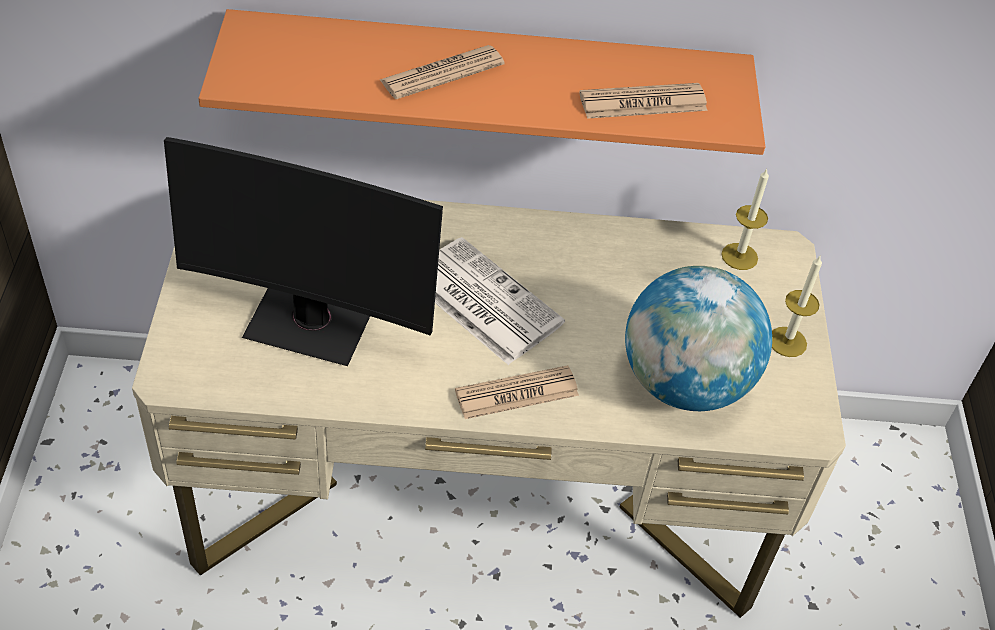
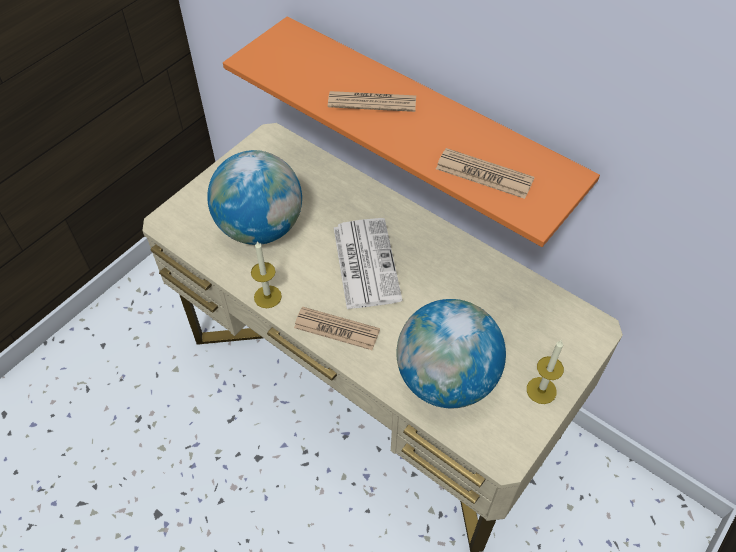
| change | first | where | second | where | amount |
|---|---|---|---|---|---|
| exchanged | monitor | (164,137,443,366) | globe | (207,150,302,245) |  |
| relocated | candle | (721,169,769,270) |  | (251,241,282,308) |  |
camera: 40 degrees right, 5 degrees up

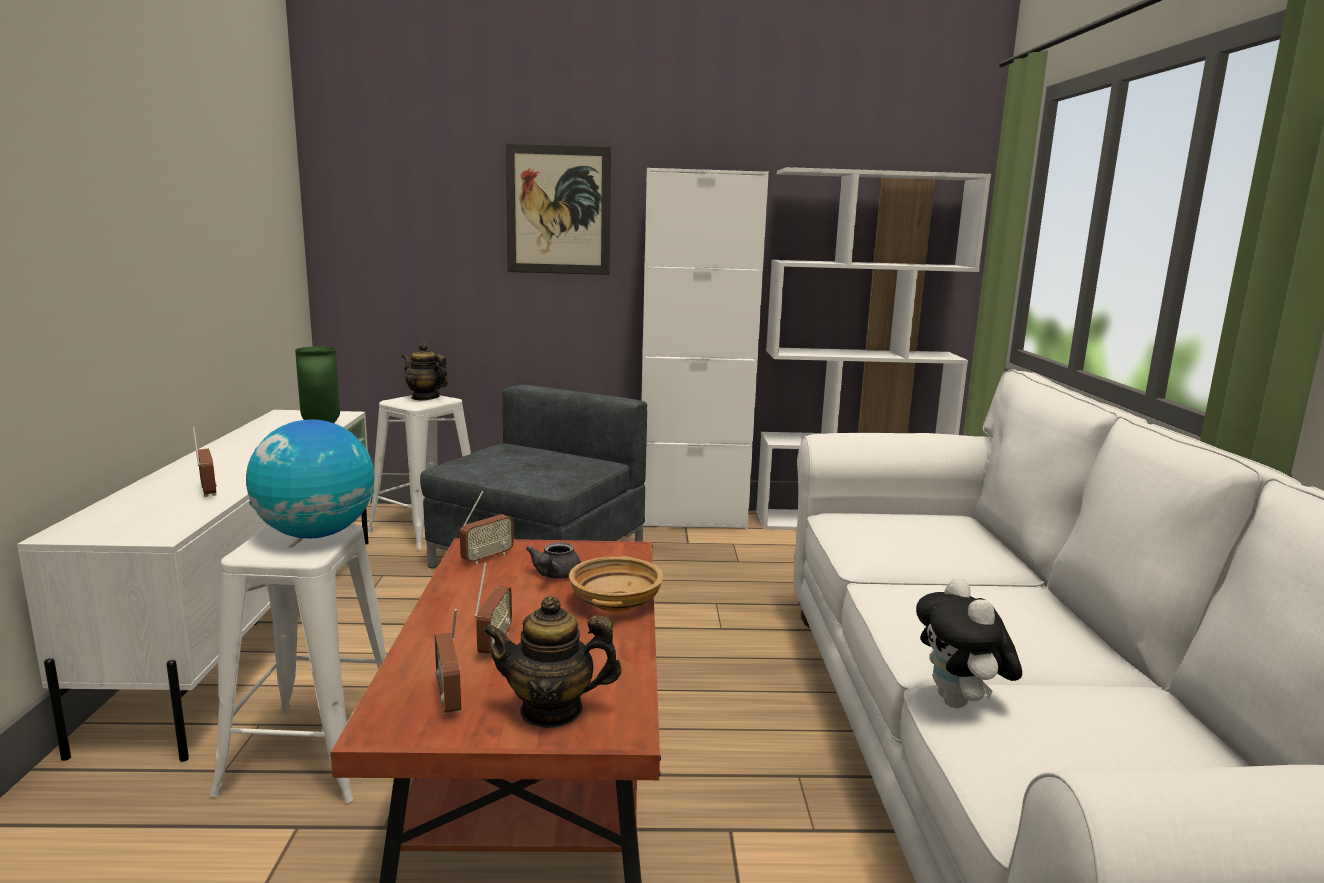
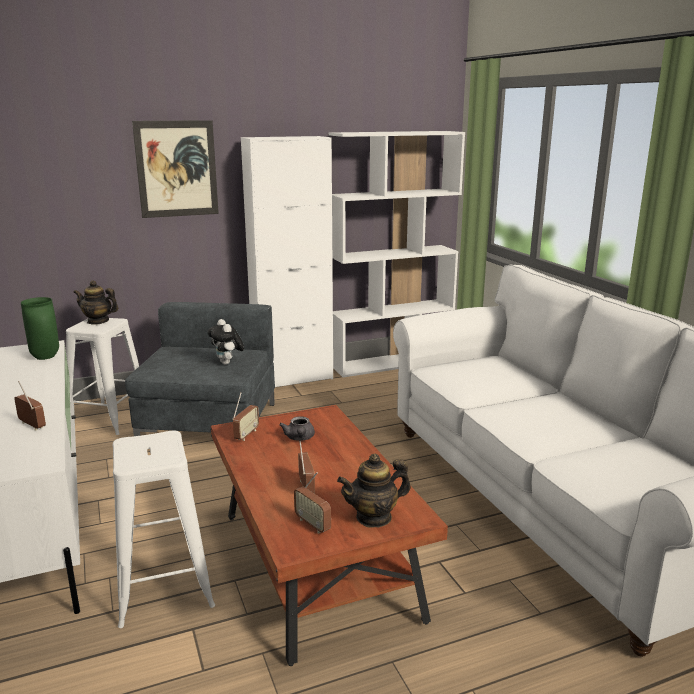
| change | first | where | second | where | amount |
|---|---|---|---|---|---|
| relocated | plush toy | (916,578,1022,708) |  | (208,319,244,365) |  |
| missing | globe | (246,420,375,538) |  |  |  |
| missing | beige bowl | (569,556,664,612) |  |  |  |
camera: 20 degrees left, 5 degrees up

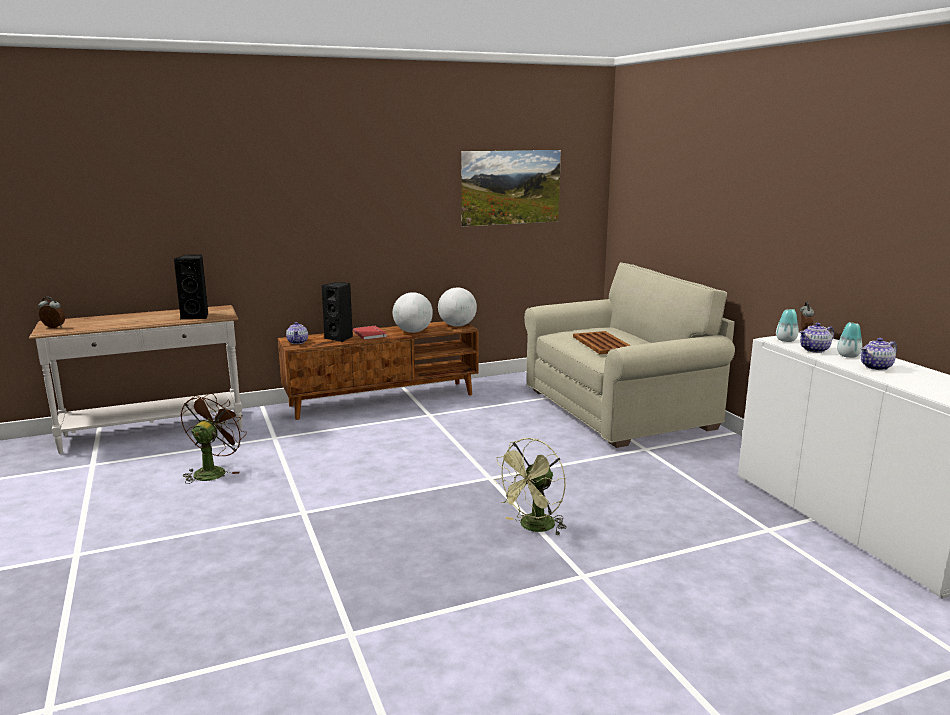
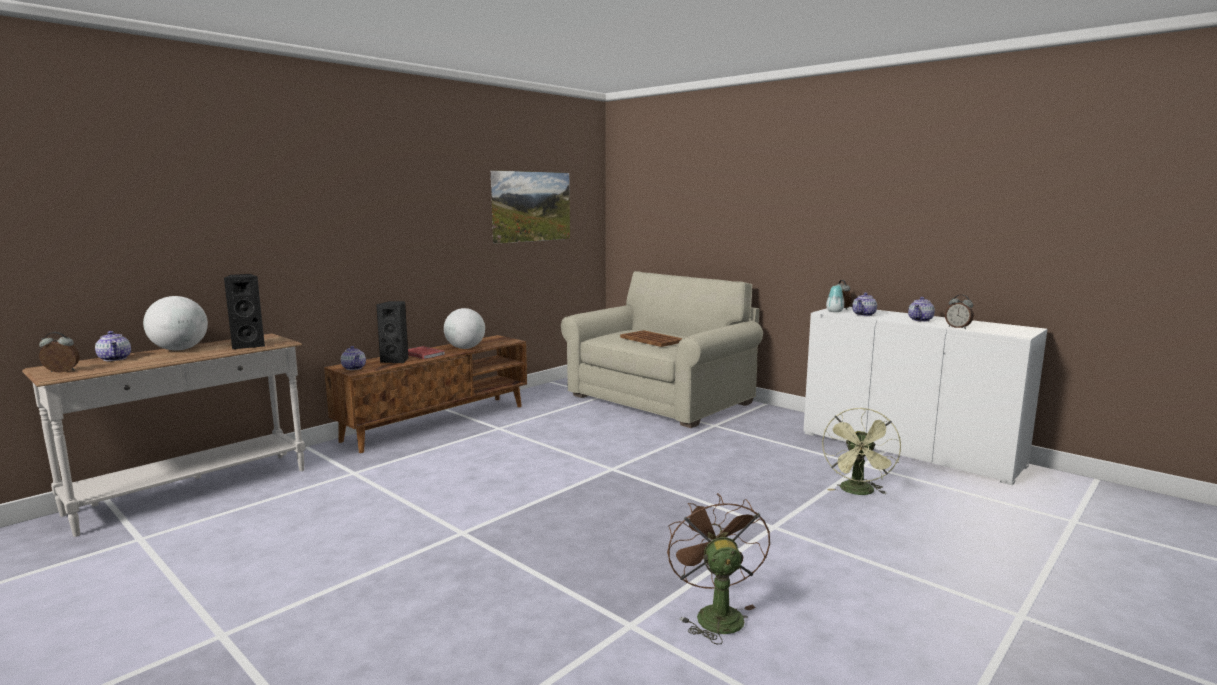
| change | first | where | second | where | amount |
|---|---|---|---|---|---|
| appeared |  |  | teapot | (95,331,131,361) |  |
| relocated | globe | (438,287,477,327) |  | (143,296,208,351) |  |
| relocated | brown fan | (181,392,247,484) |  | (667,493,770,644) |  |
| relocated | green fan | (493,438,567,536) |  | (822,408,901,495) |  |
| appeared |  |  | alarm clock | (945,294,974,329) |  |
| missing | vase | (837,322,862,358) |  |  |  |
camera: 25 degrees left, 5 degrees down

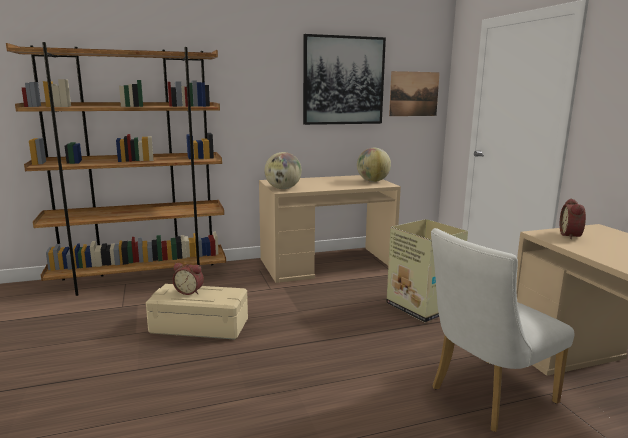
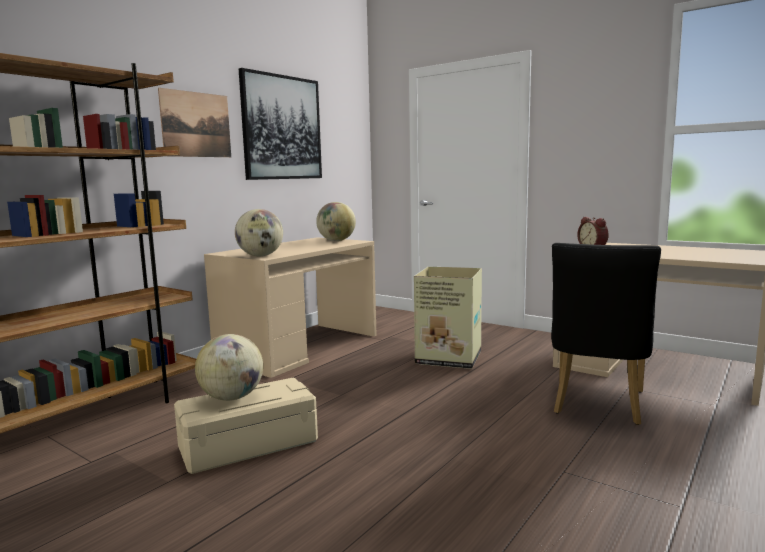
| change | first | where | second | where | amount |
|---|---|---|---|---|---|
| relocated | picture | (389,71,440,116) |  | (158,88,231,157) |  |
| exchanged | alarm clock | (172,263,204,295) | globe | (195,334,263,401) |  |
| colour | white chair | (431,228,575,432) | black chair | (551,243,661,425) |  |
camera: 35 degrees left, 5 degrees down

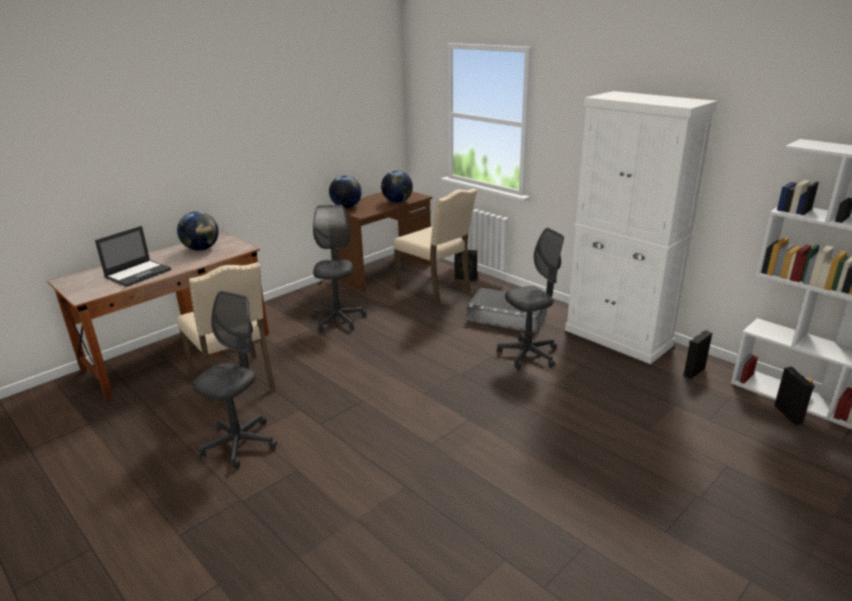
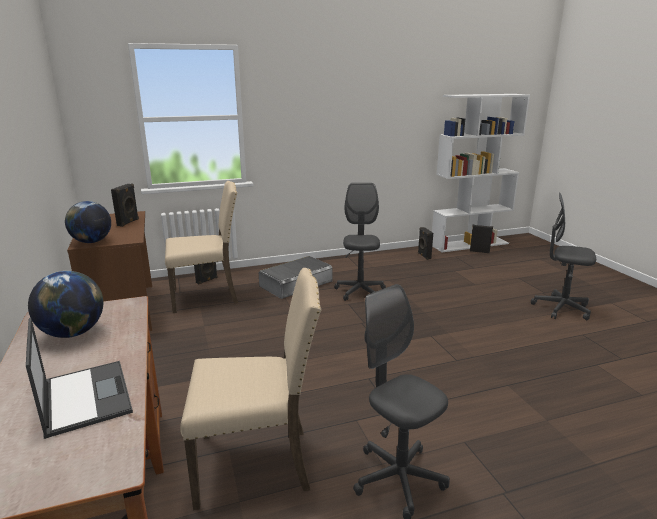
| change | first | where | second | where | amount |
|---|---|---|---|---|---|
| exchanged | globe | (381,170,413,203) | black speaker | (111,184,139,227) |  |
| relocated | grey office chair | (311,205,366,332) |  | (531,193,596,320) |  |
| missing | white cabinet | (565,91,718,364) |  |  |  |
camera: 65 degrees left, 5 degrees down

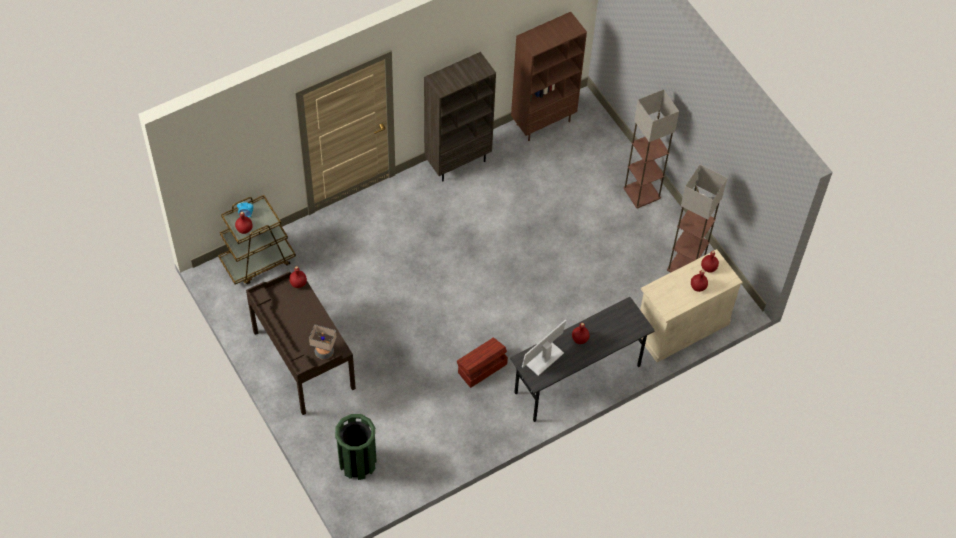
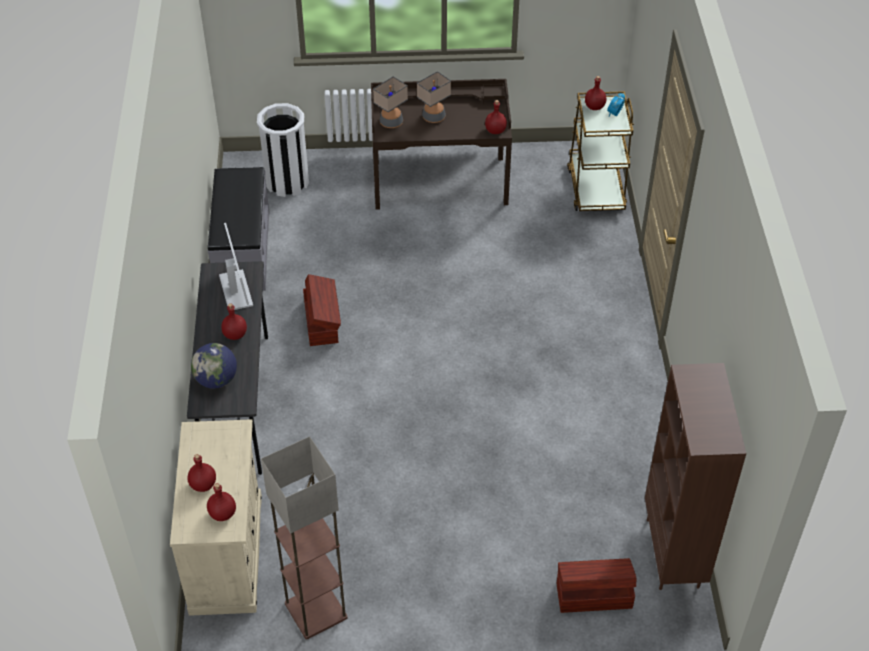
| change | first | where | second | where | amount |
|---|---|---|---|---|---|
| appeared |  |  | globe | (191,343,237,389) |  |
| appeared |  |  | grey bench | (208,167,270,291) |  |
| colour | green trash can | (335,414,377,480) | white trash can | (257,103,309,197) |  |
| appeared |  |  | table lamp | (417,71,451,123) |  |
| appeared |  |  | brown storage box | (557,558,636,613) |  |
| missing | brown bookcase | (424,52,496,181) |  |  |  |
| missing | floor lamp | (624,90,679,208) |  |  |  |
camera: 120 degrees right, 10 degrees down

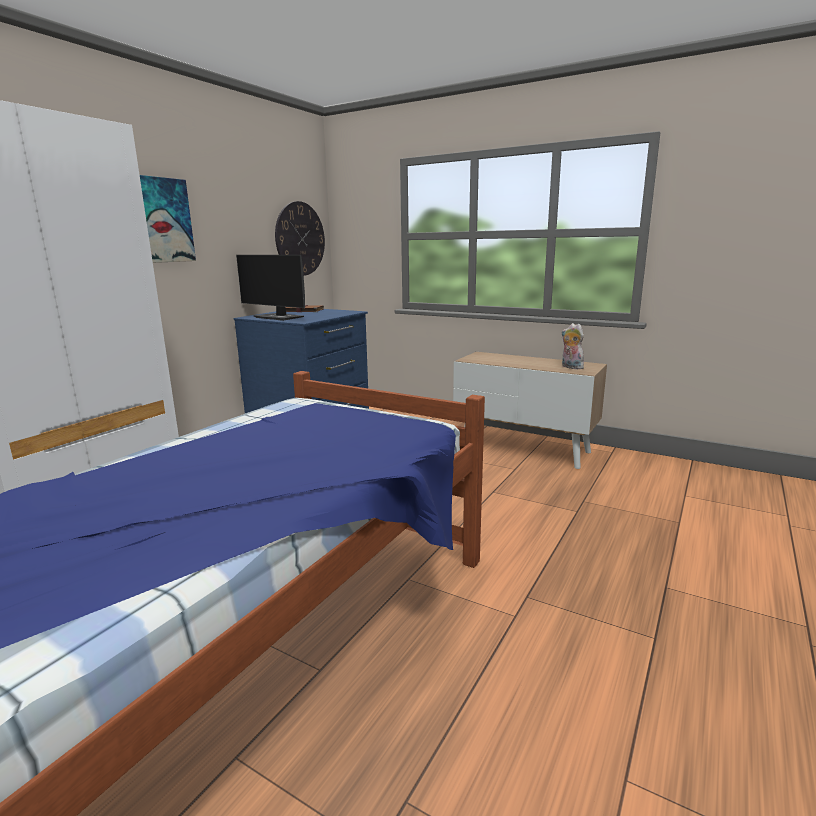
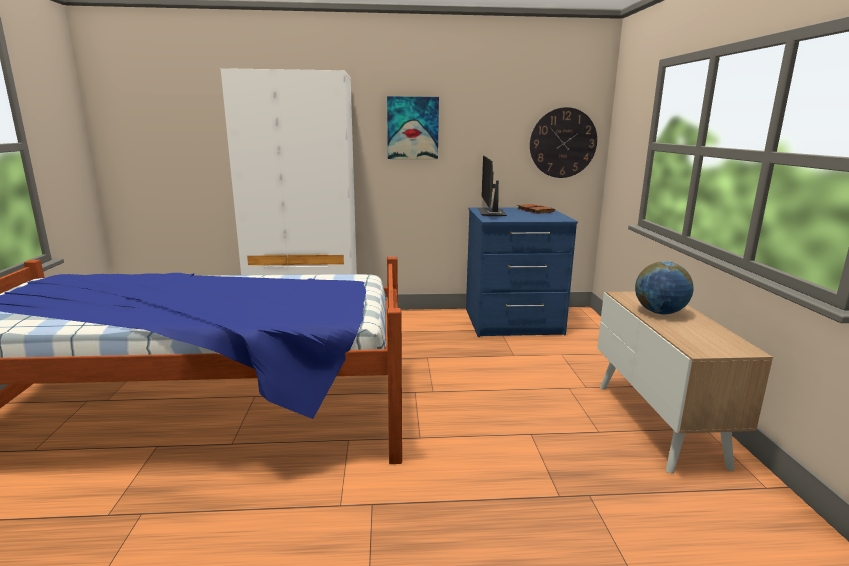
| change | first | where | second | where | amount |
|---|---|---|---|---|---|
| appeared |  |  | globe | (635,261,694,314) |  |
| missing | plush toy | (562,323,584,369) |  |  |  |
camera: 55 degrees right, 0 degrees up

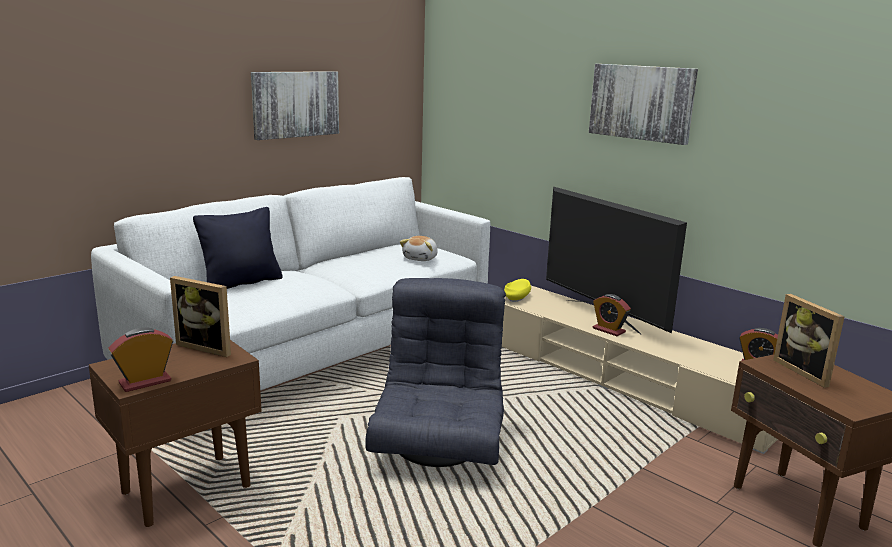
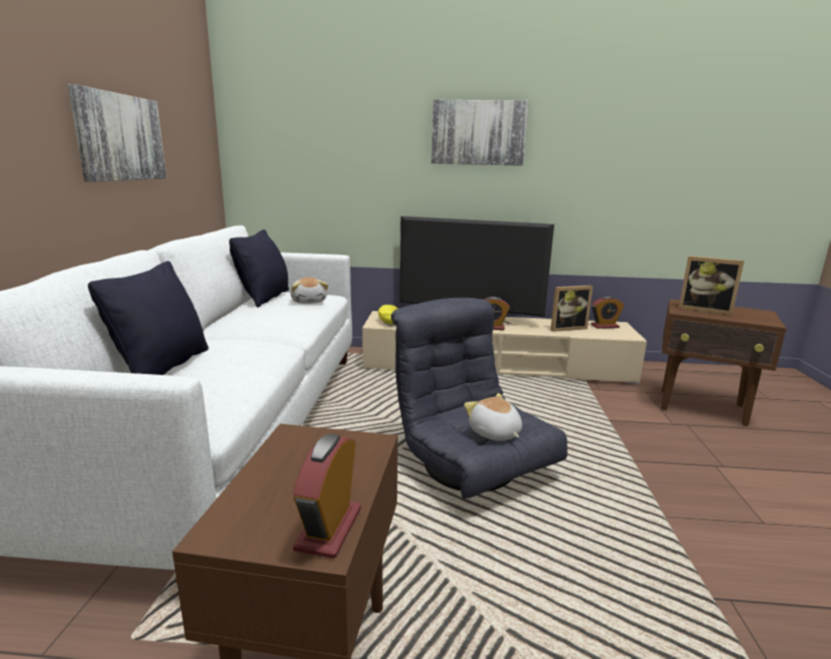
| change | first | where | second | where | amount |
|---|---|---|---|---|---|
| appeared |  |  | black pillow | (229,229,289,307) |  |
| appeared |  |  | plush toy | (464,393,522,441) |  |
| relocated | picture frame | (170,276,231,357) |  | (550,285,593,332) |  |
camera: 40 degrees left, 0 degrees up

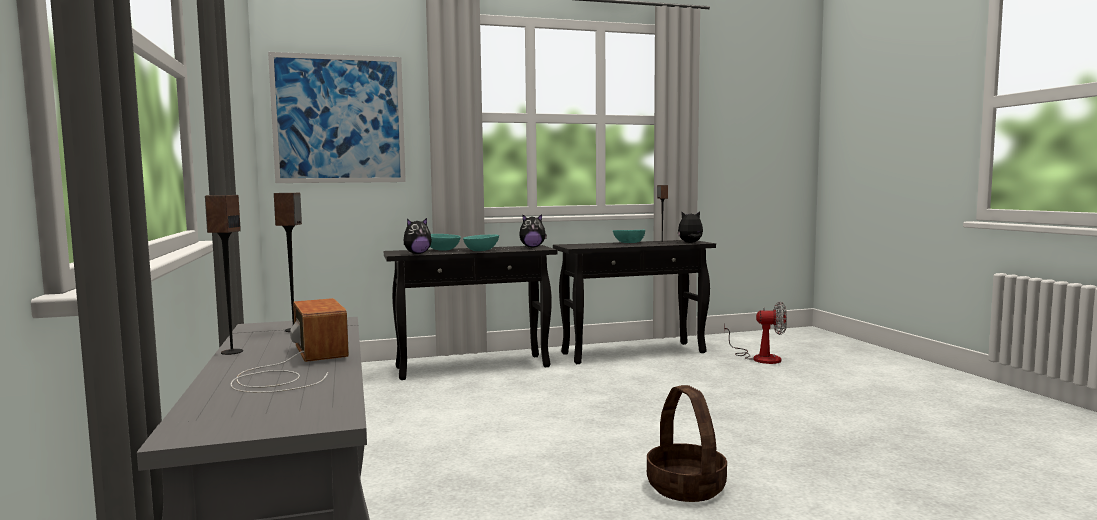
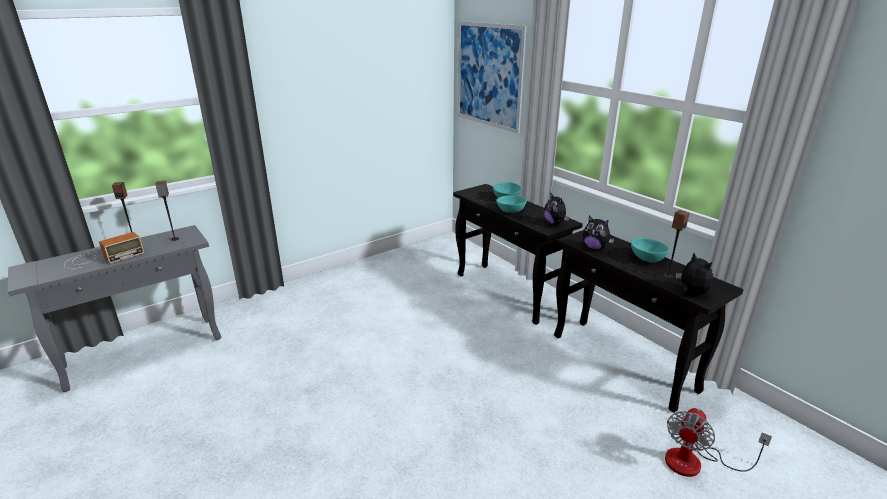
| change | first | where | second | where | amount |
|---|---|---|---|---|---|
| relocated | plush toy | (403,218,432,254) |  | (583,216,614,250) |  |
| spun | fan | (724,301,787,364) |  | (665,408,772,477) | 45 degrees clockwise |
| missing | basket | (647,385,727,502) |  |  |  |
camera: 70 degrees right, 20 degrees up

